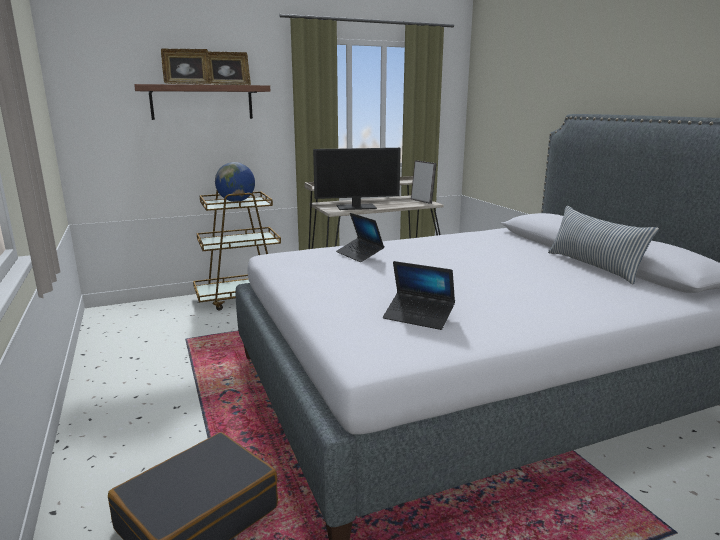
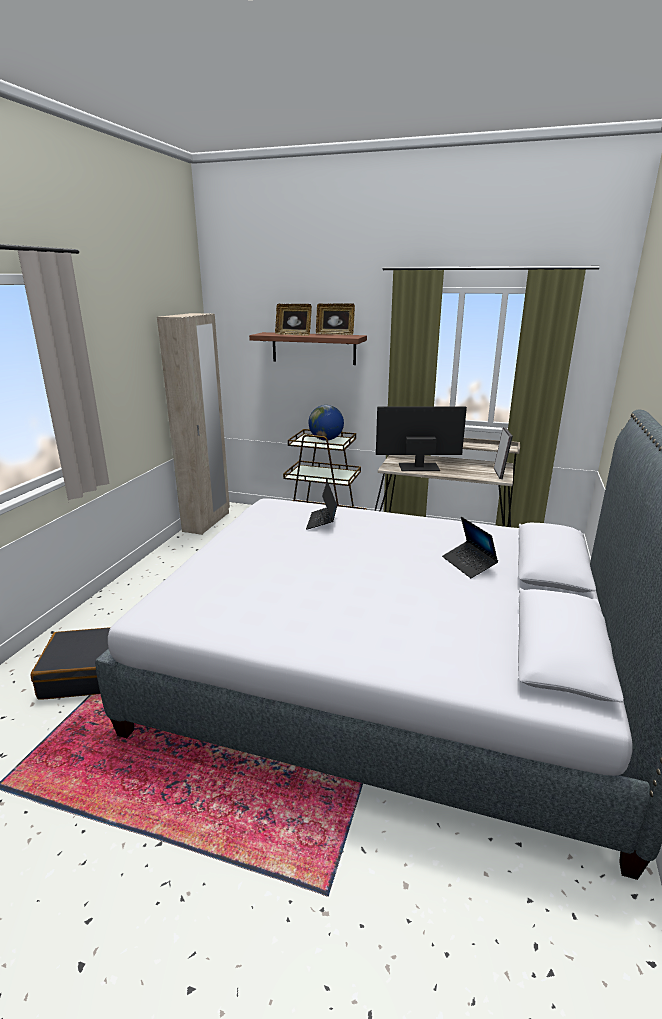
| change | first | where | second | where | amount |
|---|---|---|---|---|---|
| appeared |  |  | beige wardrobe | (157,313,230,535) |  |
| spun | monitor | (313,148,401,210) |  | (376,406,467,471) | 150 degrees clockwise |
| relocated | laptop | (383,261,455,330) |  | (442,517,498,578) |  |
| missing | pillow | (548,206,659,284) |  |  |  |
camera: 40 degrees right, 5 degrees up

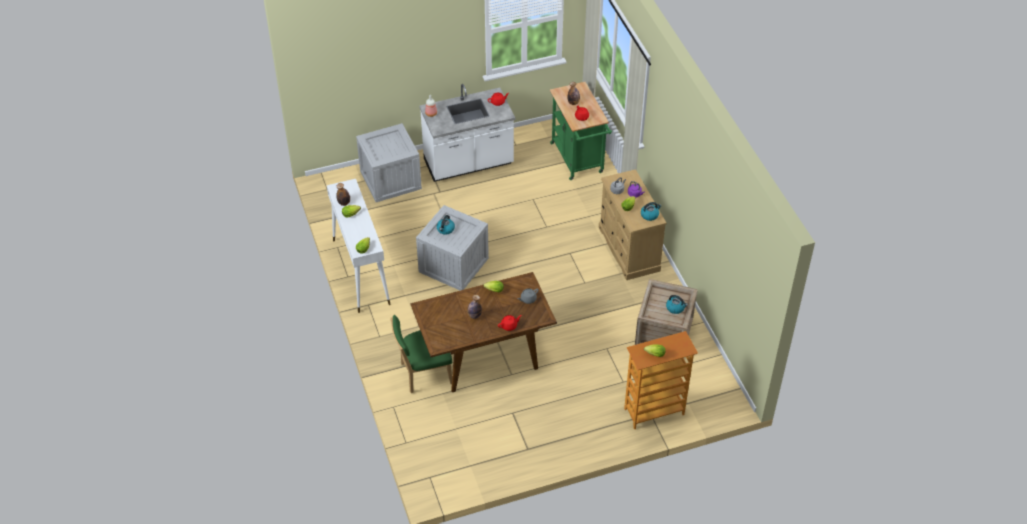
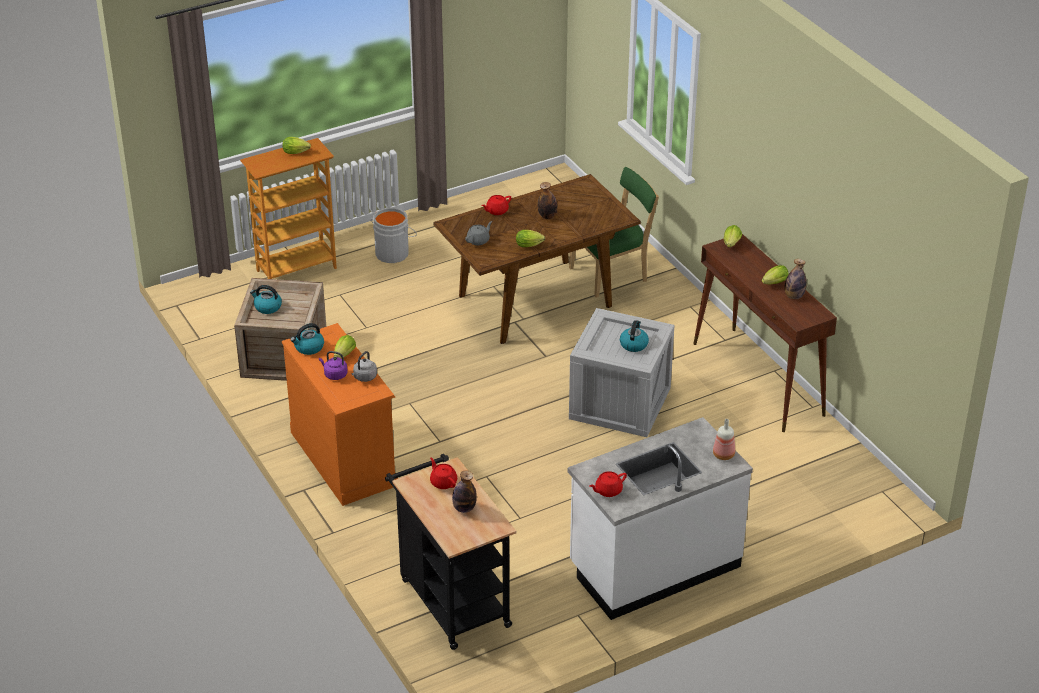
| change | first | where | second | where | amount |
|---|---|---|---|---|---|
| colour | beige dresser | (599,169,667,280) | orange dresser | (282,323,398,506) |  |
| appeared |  |  | grey bucket | (371,208,417,263) |  |
| colour | green cart | (550,82,612,180) | black cart | (385,454,516,650) |  |
| colour | white console table | (327,179,391,313) | brown console table | (693,234,837,432) |  |
| missing | crate | (356,123,422,202) |  |  |  |
camera: 170 degrees right, 10 degrees down

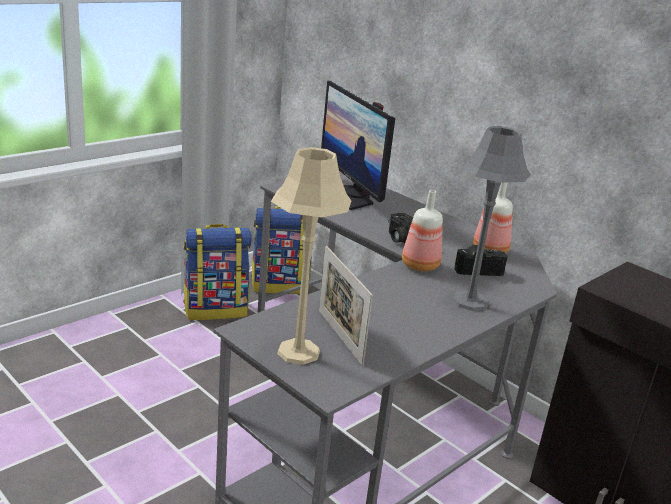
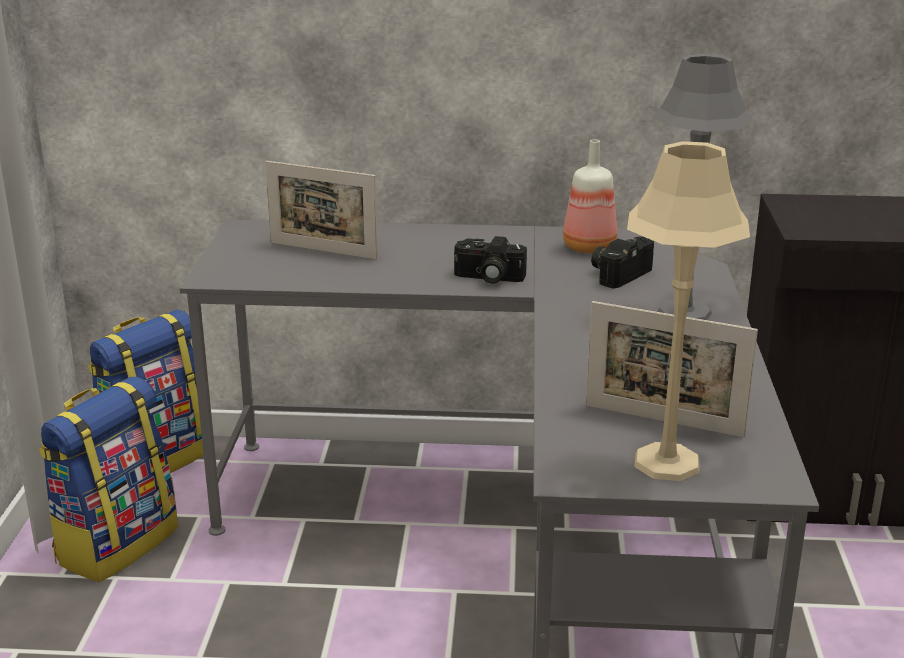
| change | first | where | second | where | amount |
|---|---|---|---|---|---|
| exchanged | monitor | (321,81,395,210) | picture frame | (265,161,378,260) |  |
| missing | bottle | (402,190,443,271) |  |  |  |
camera: 40 degrees left, 0 degrees up

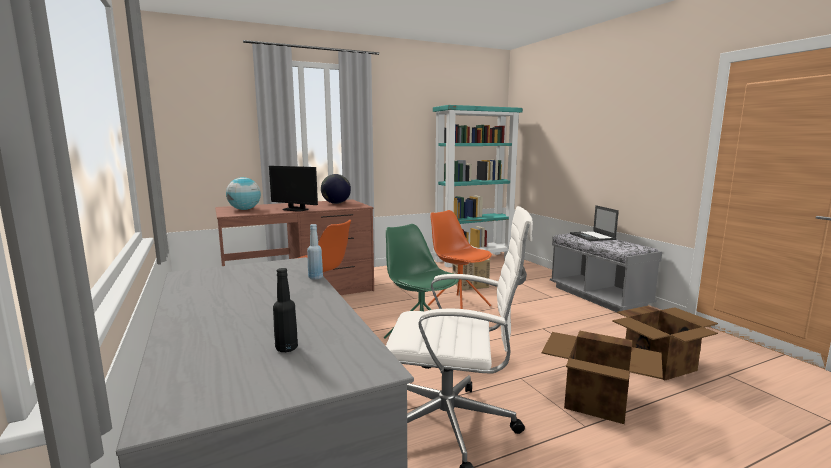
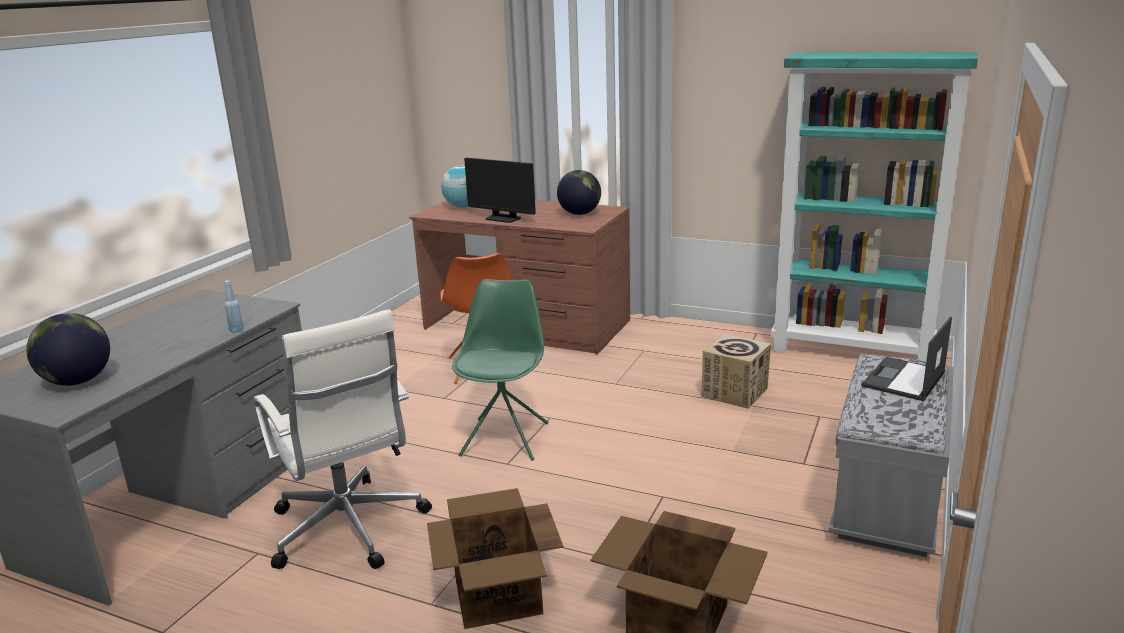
| change | first | where | second | where | amount |
|---|---|---|---|---|---|
| exchanged | black bottle | (273,268,298,352) | globe | (26,313,110,386) |  |
| spun | monitor | (269,166,318,212) |  | (464,158,536,223) | 45 degrees counterclockwise |
| missing | orange chair | (428,210,492,309) |  |  |  |
camera: 50 degrees right, 10 degrees up

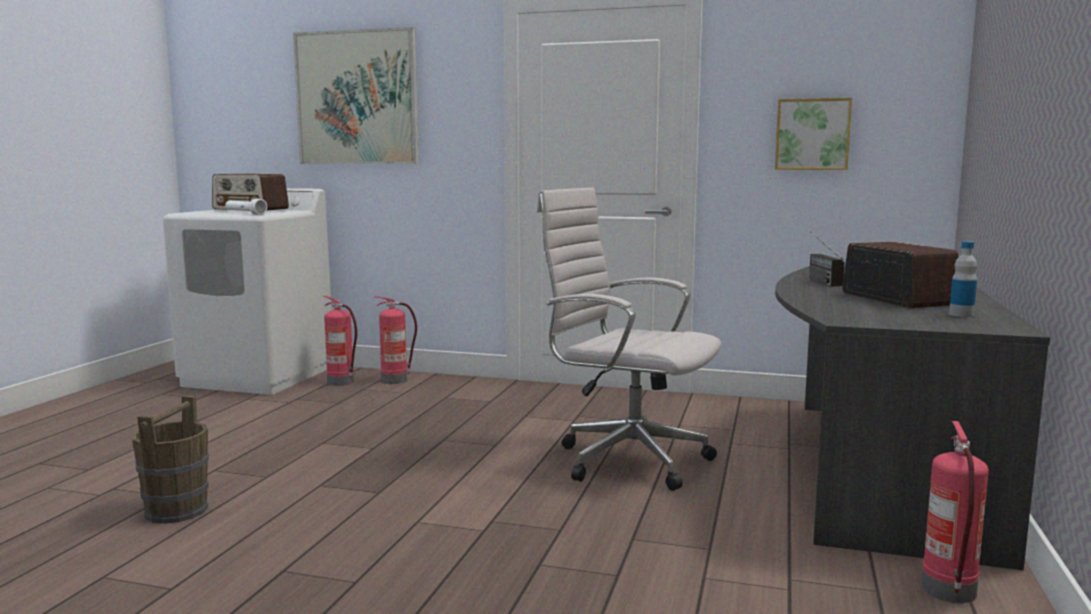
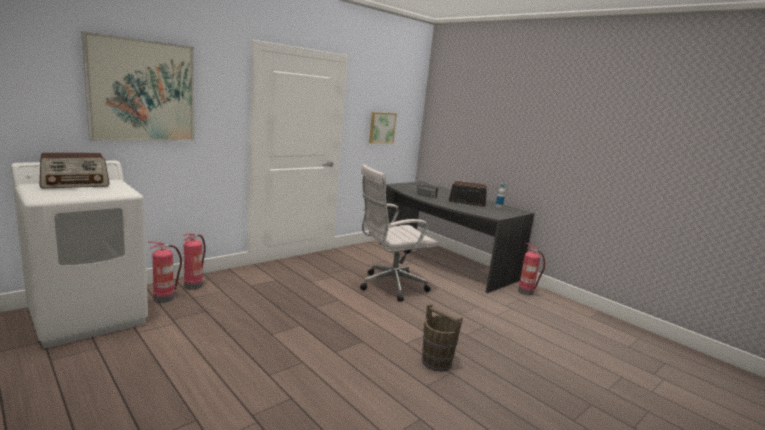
| change | first | where | second | where | amount |
|---|---|---|---|---|---|
| relocated | brown bucket | (131,396,209,524) |  | (422,303,463,372) |  |
| missing | white flashlight | (225,199,267,215) |  |  |  |
camera: 60 degrees left, 5 degrees up

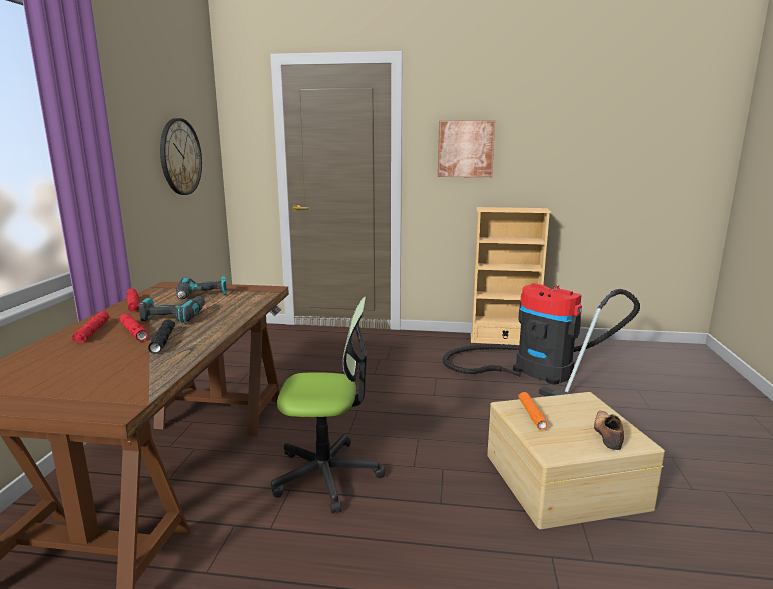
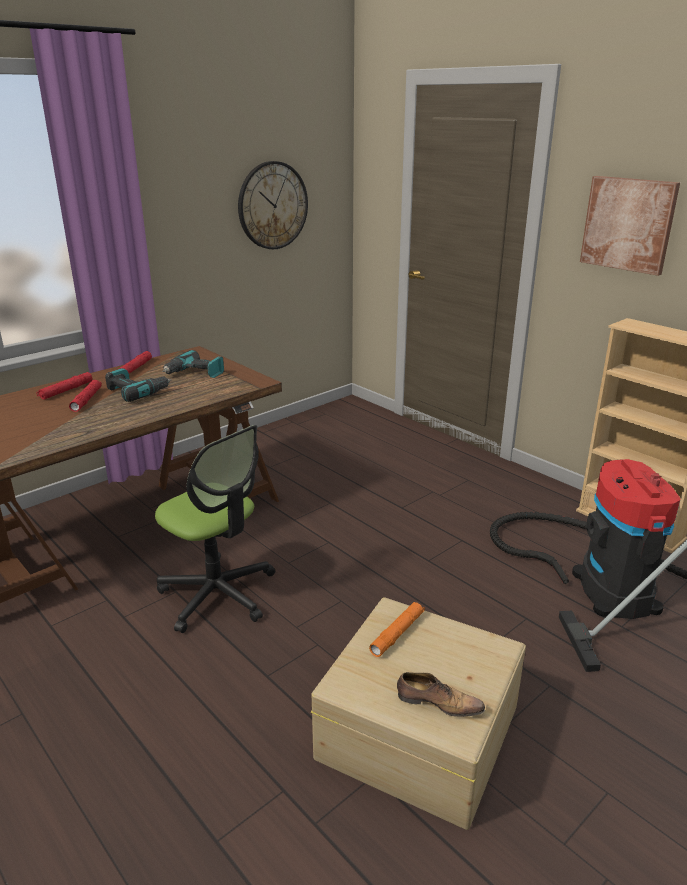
| change | first | where | second | where | amount |
|---|---|---|---|---|---|
| spun | shoe | (594,411,624,450) |  | (397,672,485,717) | 60 degrees clockwise |
| missing | black flashlight | (148,320,175,354) |  |  |  |
camera: 40 degrees right, 10 degrees up

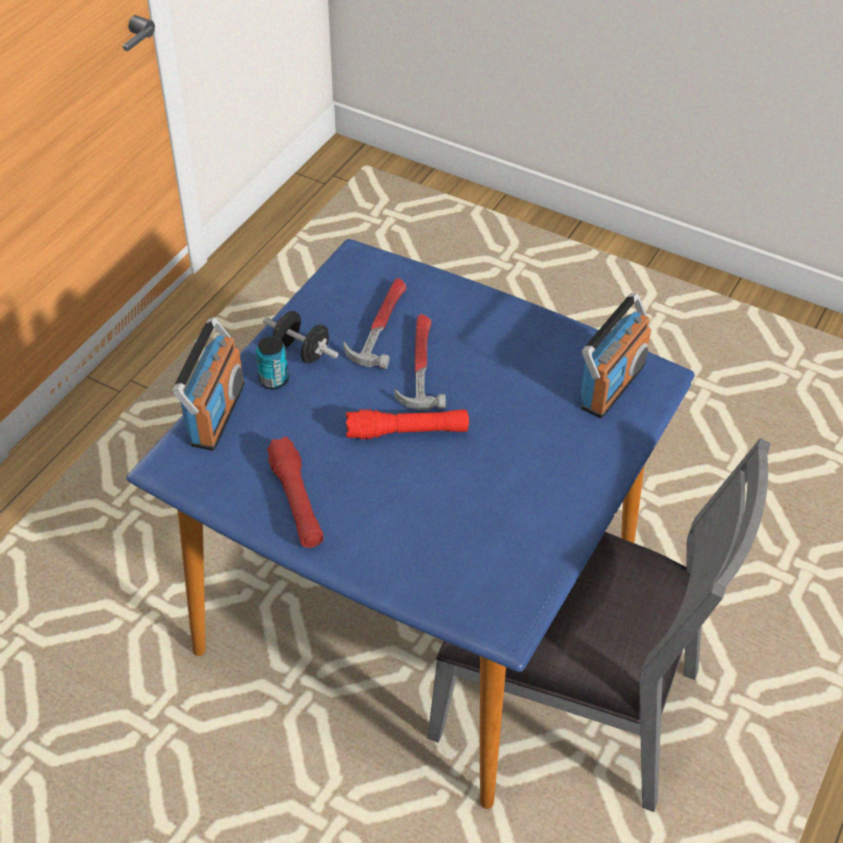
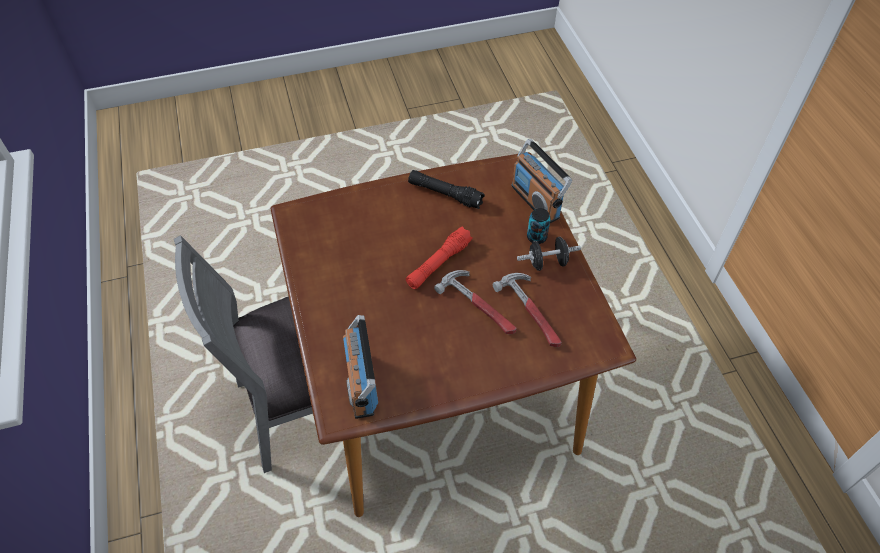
| change | first | where | second | where | amount |
|---|---|---|---|---|---|
| colour | blue dining table | (126,239,695,809) | brown dining table | (271,152,636,517) |  |
| colour | red flashlight | (267,436,324,548) | black flashlight | (408,170,485,209) |  |
camera: 135 degrees right, 5 degrees up

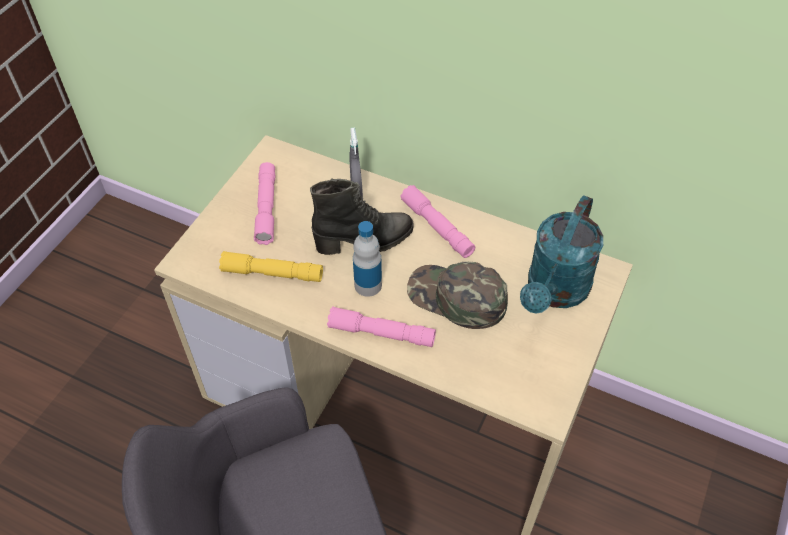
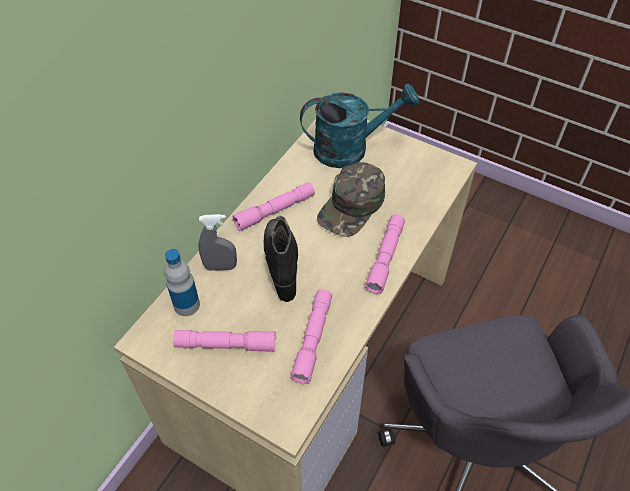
| change | first | where | second | where | amount |
|---|---|---|---|---|---|
| relocated | bottle | (353,221,382,297) |  | (165,249,200,316) |  |
| colour | yellow flashlight | (219,251,323,282) | pink flashlight | (290,289,332,384) |  |
| spun | turquoise watering can | (520,195,603,313) |  | (300,84,419,168) | 45 degrees counterclockwise |
camera: 85 degrees left, 0 degrees up

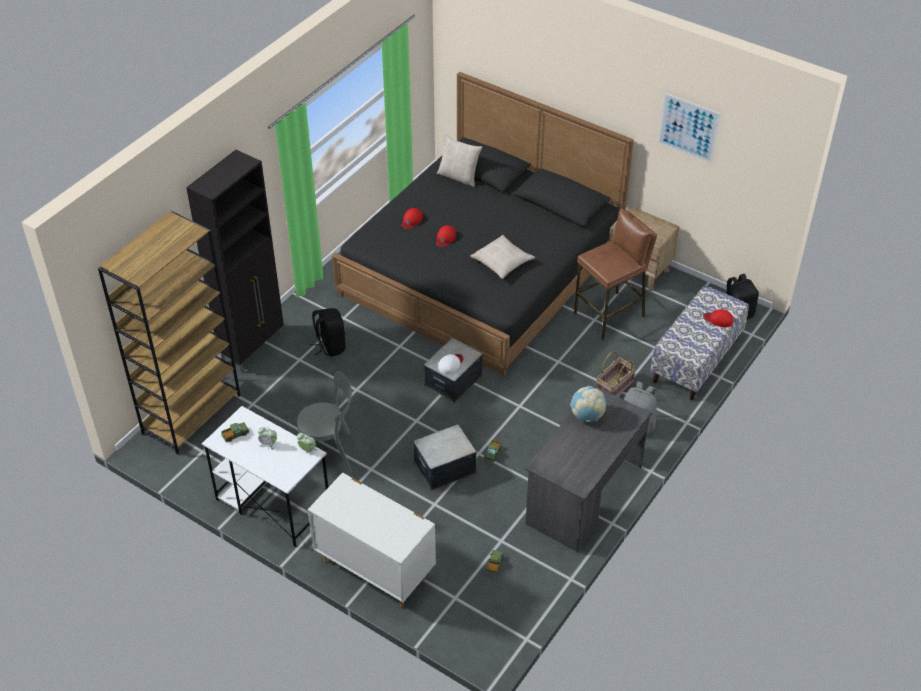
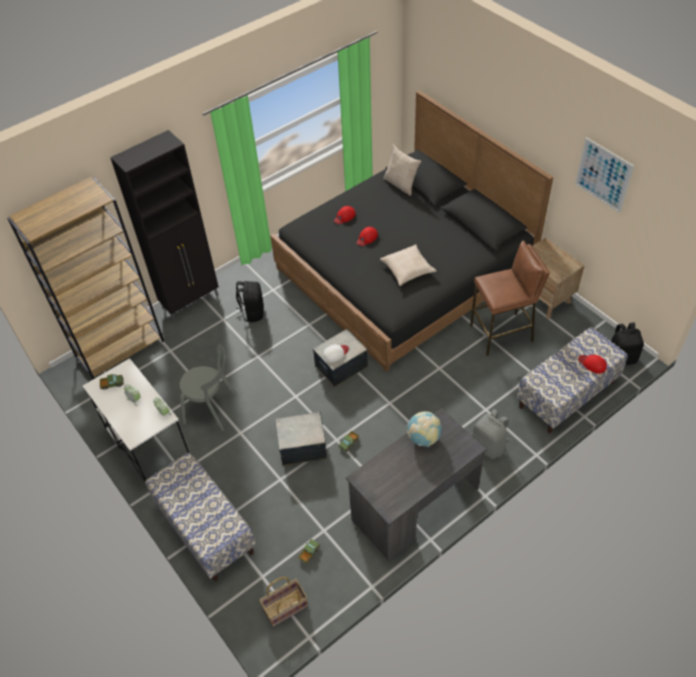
| change | first | where | second | where | amount |
|---|---|---|---|---|---|
| exchanged | white dresser | (307,472,436,608) | bench | (145,453,256,581) |  |
| relocated | basket | (596,351,636,397) |  | (259,577,308,627) |  |
camera: 20 degrees right, 5 degrees up

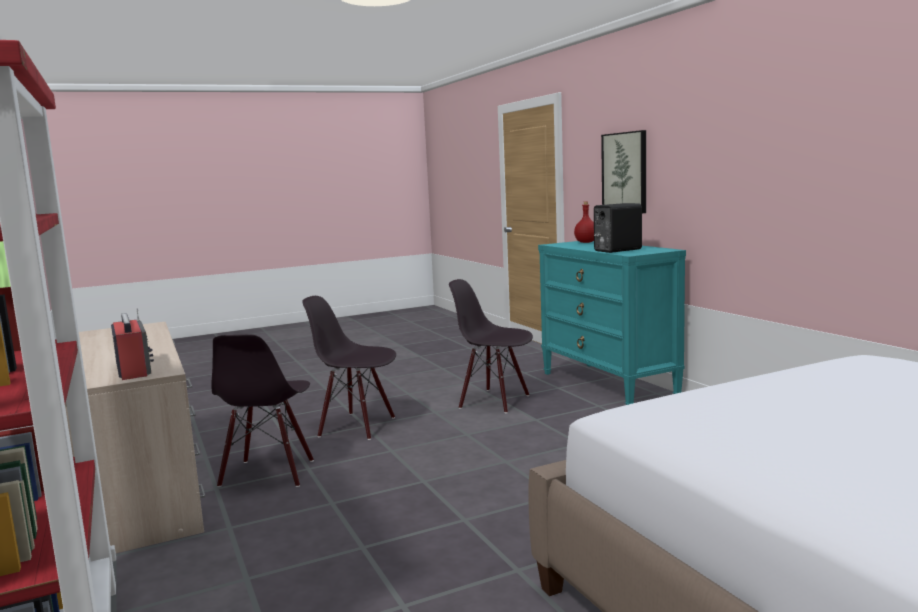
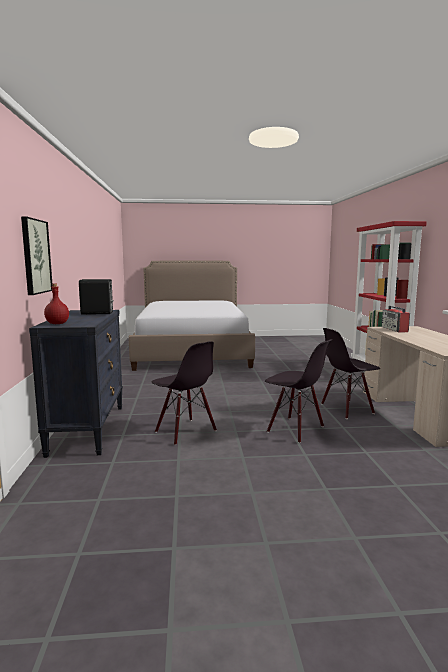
| change | first | where | second | where | amount |
|---|---|---|---|---|---|
| colour | turquoise dresser | (538,241,686,405) | black dresser | (29,310,123,458) |  |
| spun | black chair | (211,334,314,487) |  | (321,328,380,419) | 135 degrees counterclockwise |
camera: 160 degrees left, 0 degrees up

